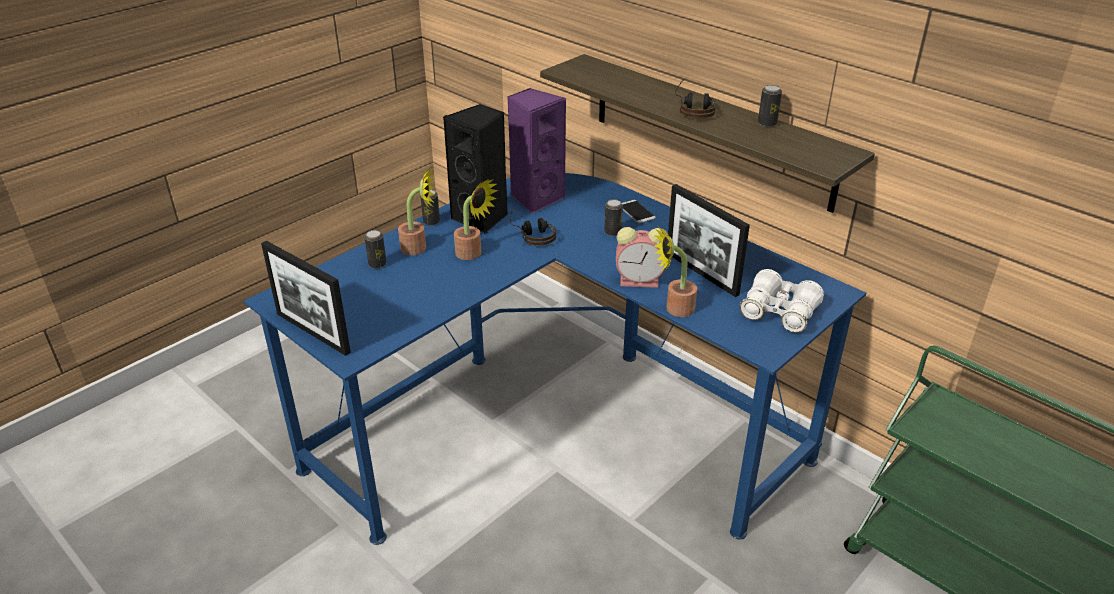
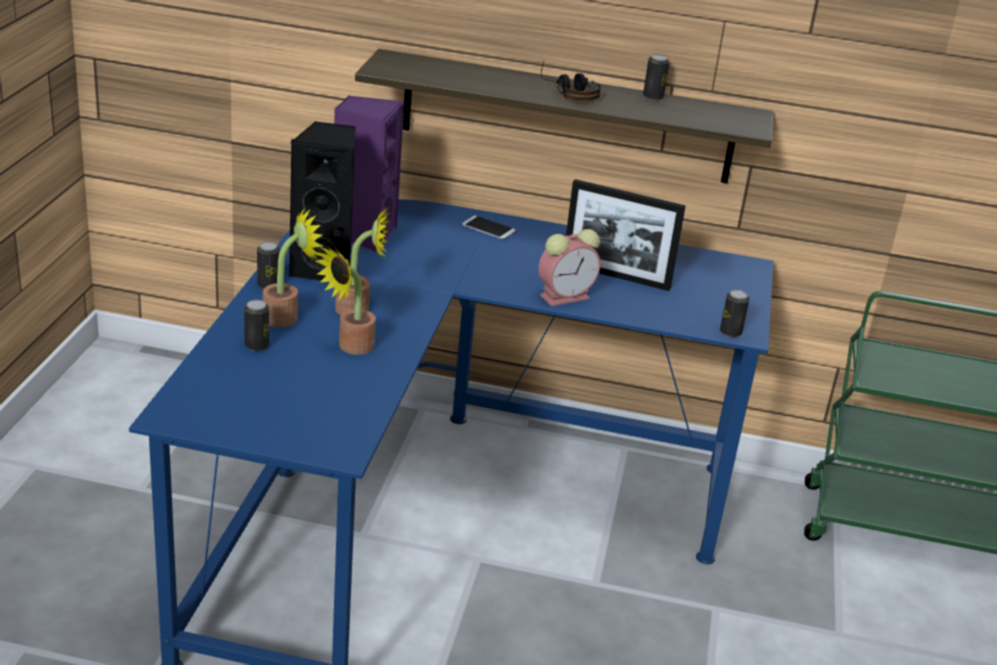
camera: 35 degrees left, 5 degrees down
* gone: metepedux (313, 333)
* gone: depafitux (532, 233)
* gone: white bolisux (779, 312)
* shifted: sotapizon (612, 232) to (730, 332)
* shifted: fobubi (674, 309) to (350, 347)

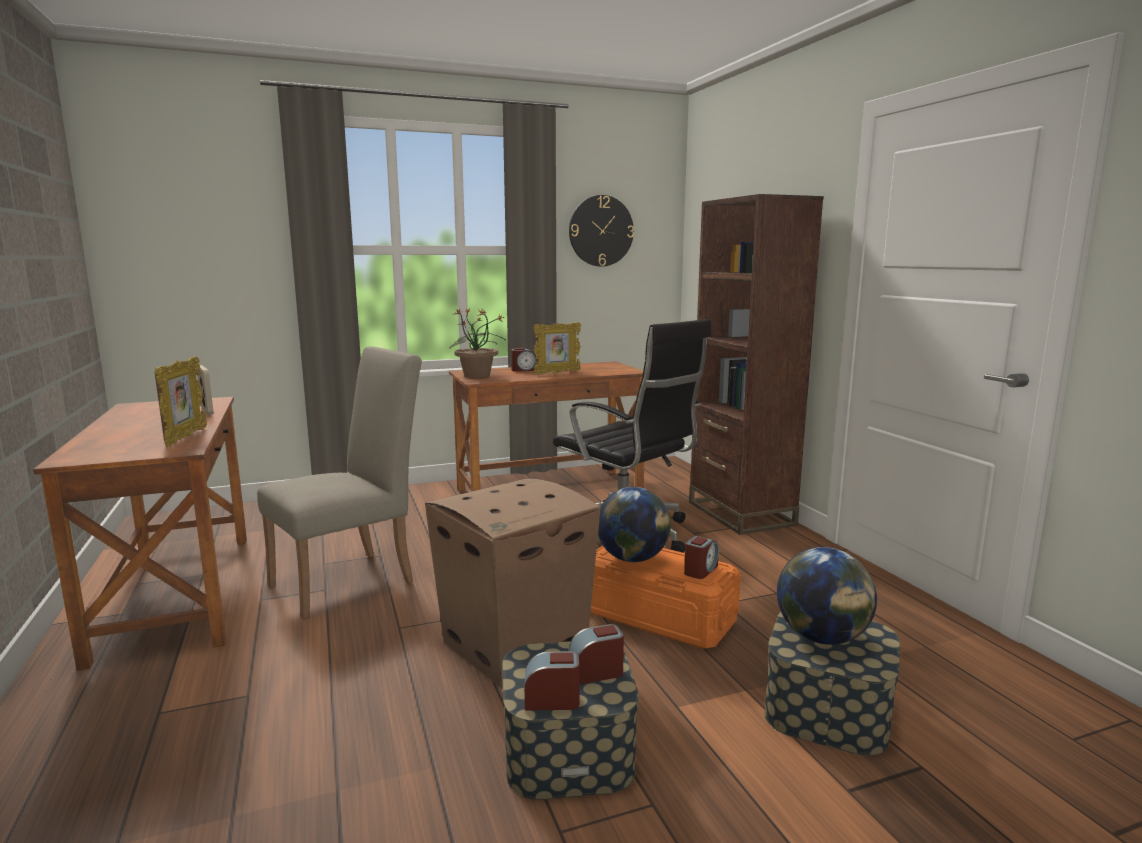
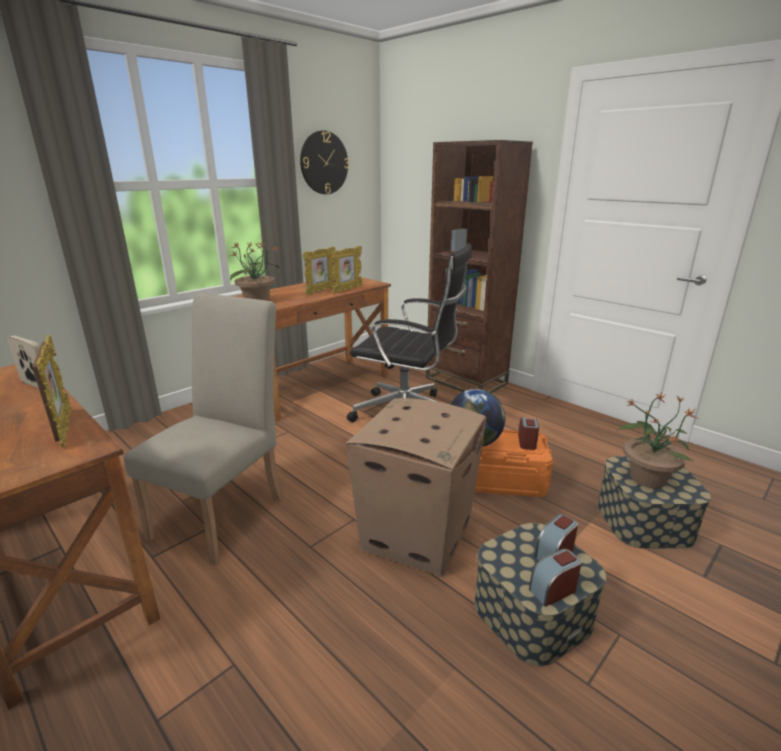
camera: 25 degrees left, 10 degrees up
* gone: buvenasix (523, 370)
* new: metepedux (347, 290)
* swapped: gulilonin (821, 637) to fobubi (647, 477)

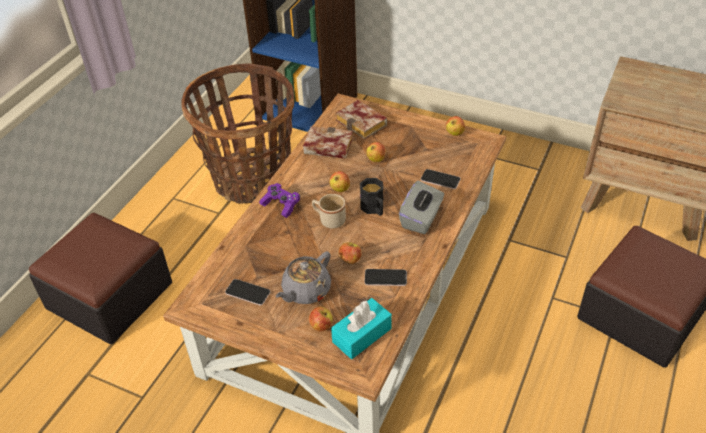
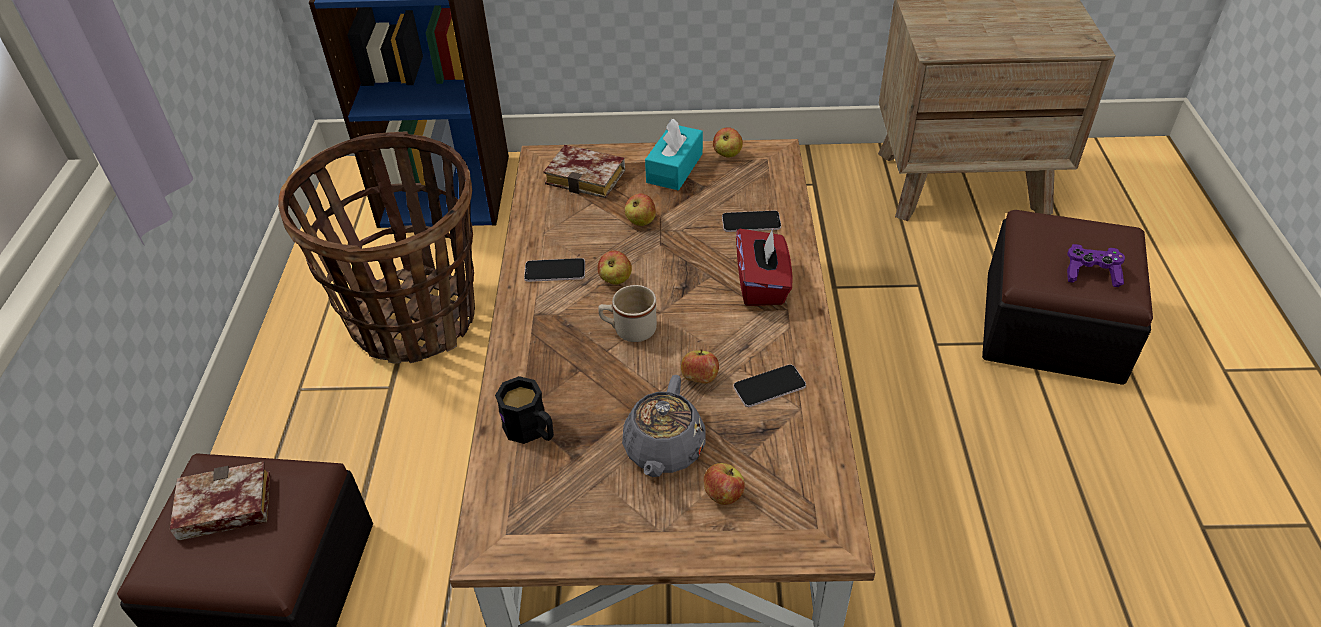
camera: 25 degrees left, 0 degrees up
* shifted: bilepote (247, 292) to (555, 271)
* shifted: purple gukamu (281, 205) to (1091, 273)
* shifted: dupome (326, 147) to (221, 510)
* shifted: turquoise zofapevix (362, 335) to (674, 168)
* shifted: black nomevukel (374, 209) to (531, 431)
* repainted: grey zofapevix (421, 219) to red zofapevix (762, 284)

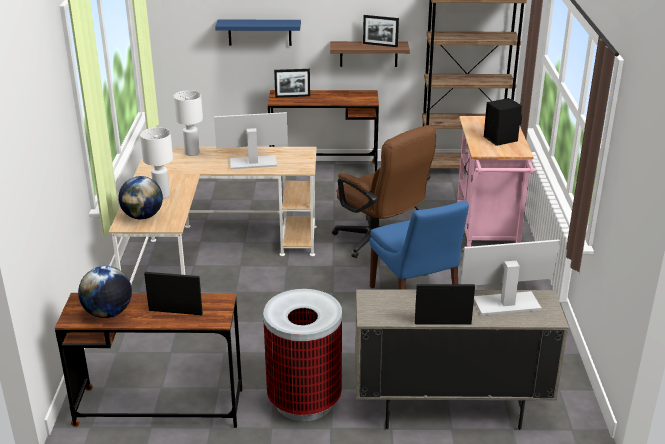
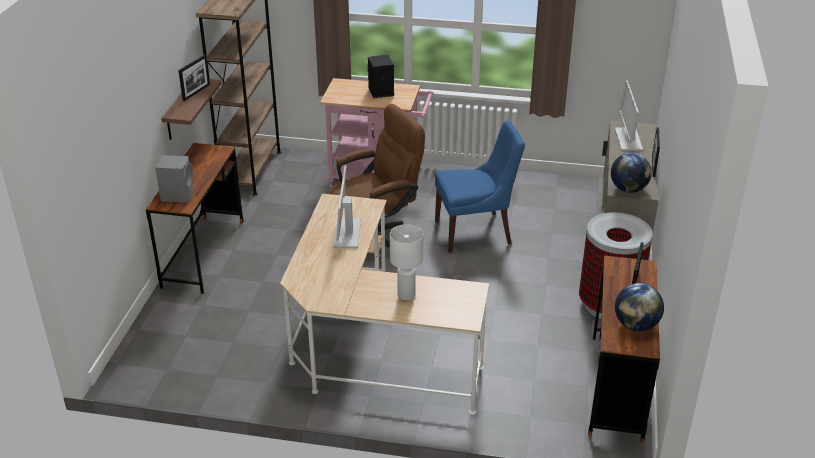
camera: 80 degrees left, 5 degrees up
* gone: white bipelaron (192, 153)
* gone: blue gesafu (259, 32)
* shifted: gulilonin (143, 216) to (628, 189)
* swapped: metepedux (292, 96) to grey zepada (178, 195)

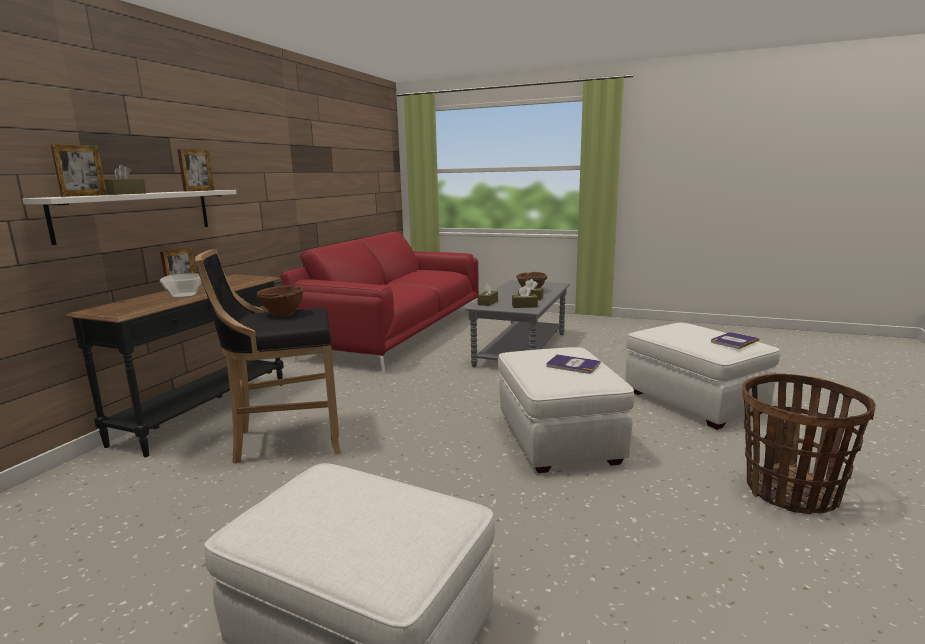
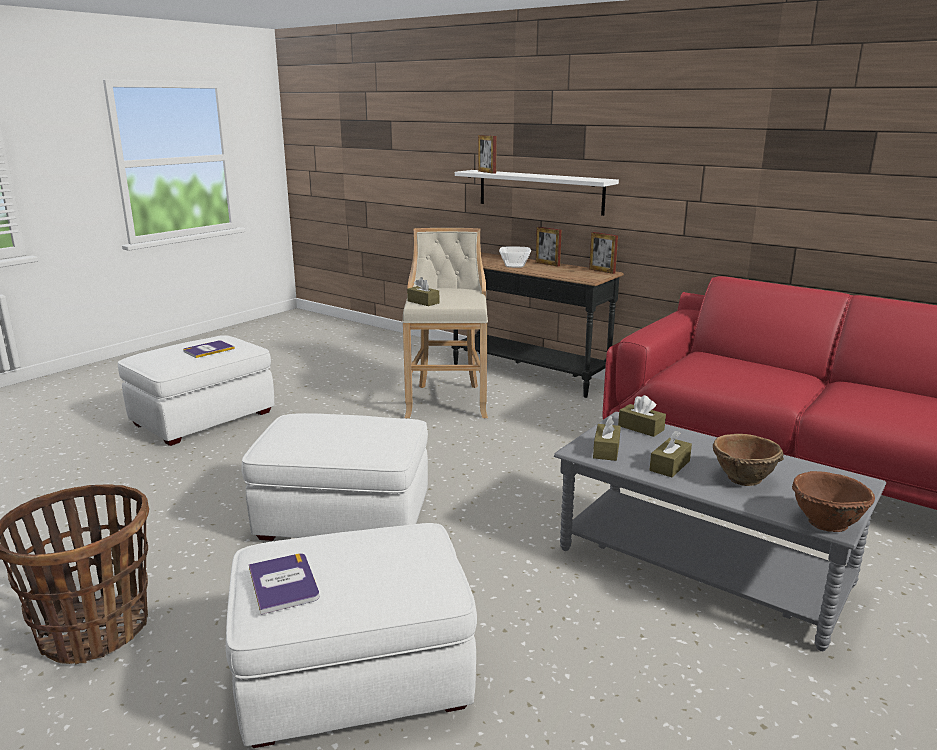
camera: 105 degrees right, 5 degrees up
* shifted: brown zofapevix (125, 194) to (423, 302)
* shifted: metepedux (199, 190) to (602, 271)
* shifted: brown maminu (283, 314) to (825, 523)
* shifted: dupome (573, 365) to (208, 350)
* repainted: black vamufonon (285, 440) to beige vamufonon (447, 400)

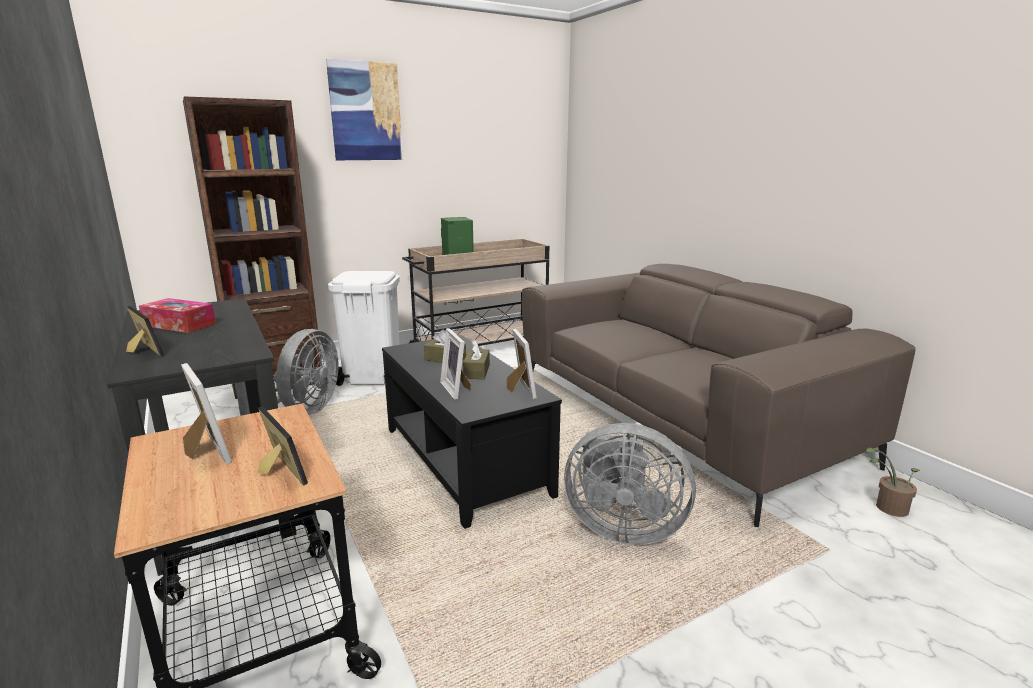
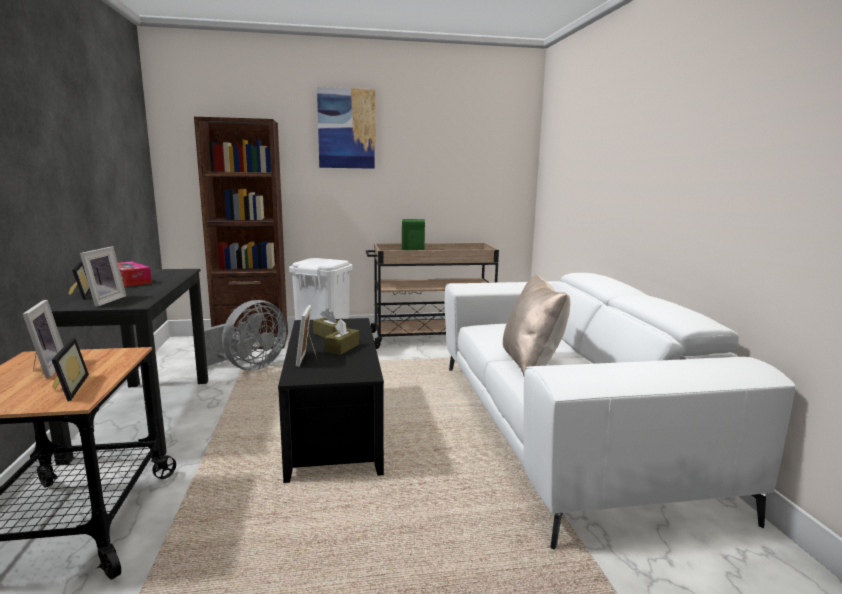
camera: 20 degrees right, 5 degrees down
* gone: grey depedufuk (621, 527)
* gone: fobubi (887, 508)
* new: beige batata (531, 363)
* shifted: metepedux (519, 390) to (103, 301)
* repainted: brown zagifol (675, 417) to white zagifol (561, 427)

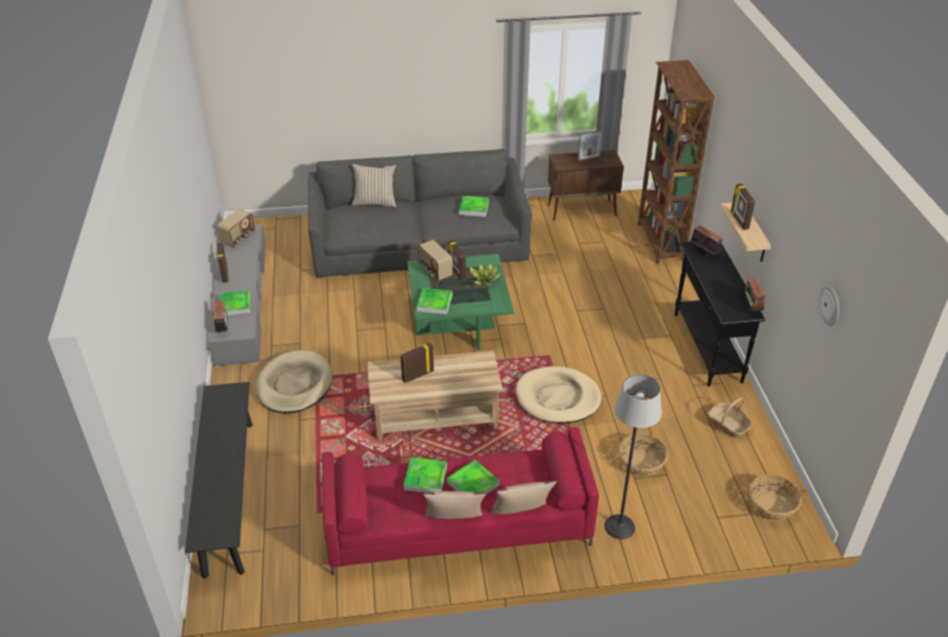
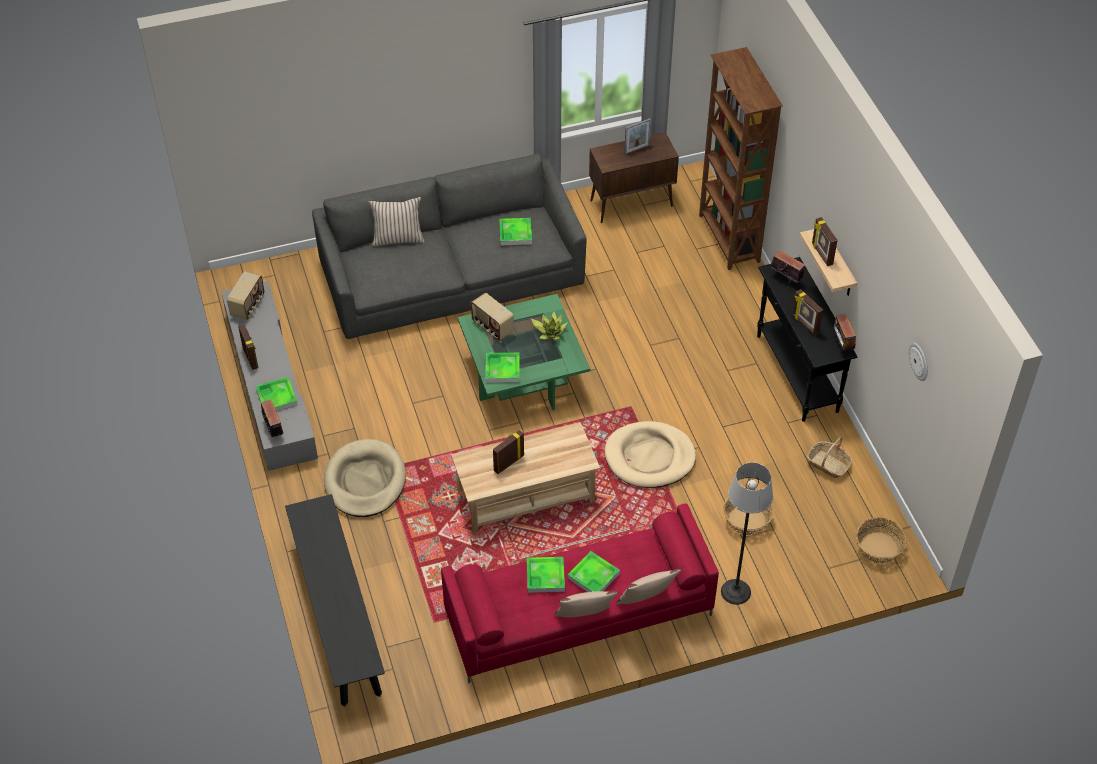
camera: 10 degrees left, 10 degrees up
* shifted: metepedux (456, 272) to (805, 324)

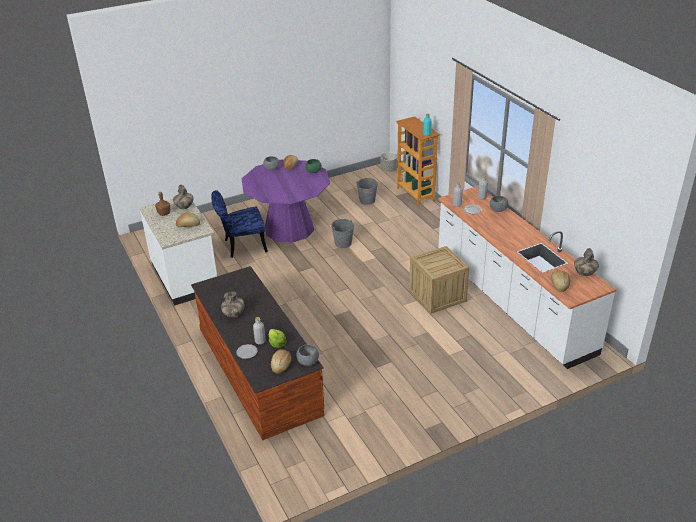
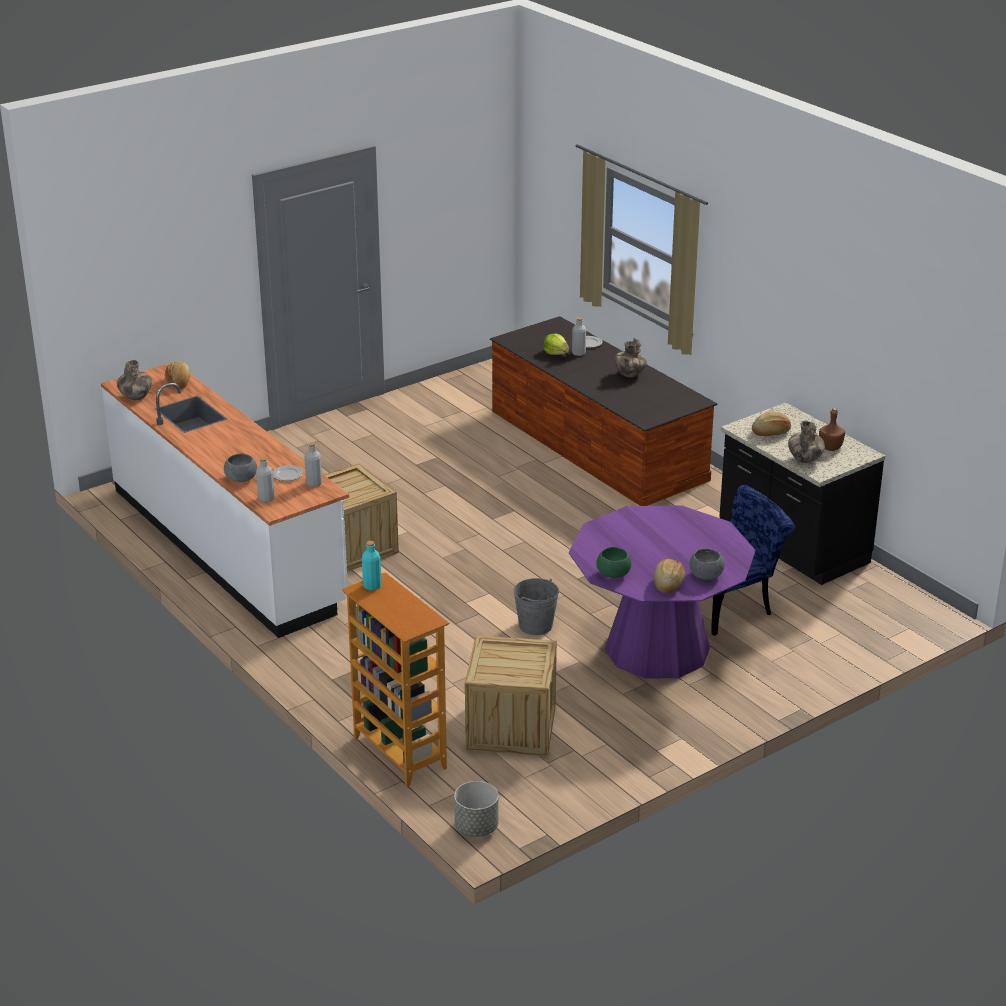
camera: 170 degrees right, 5 degrees down
* gone: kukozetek (281, 365)
* gone: grey maminu (308, 361)
* swapped: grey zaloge (367, 200) to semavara (511, 728)
* repainted: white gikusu (186, 277) to black gikusu (792, 547)

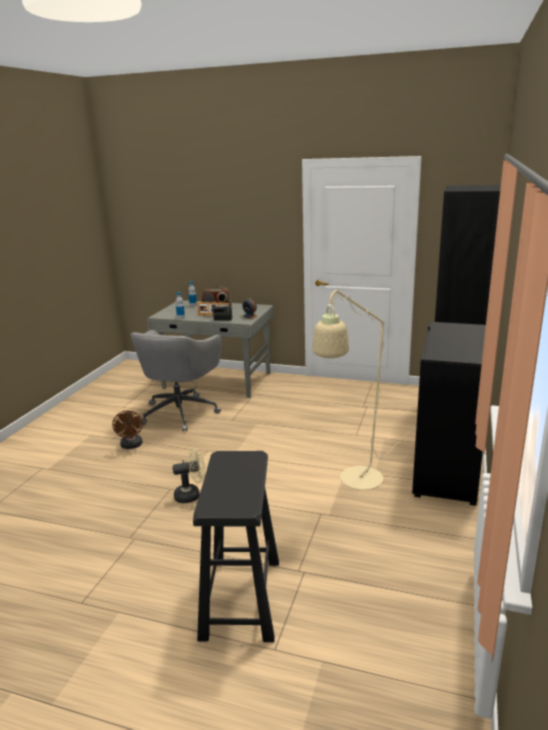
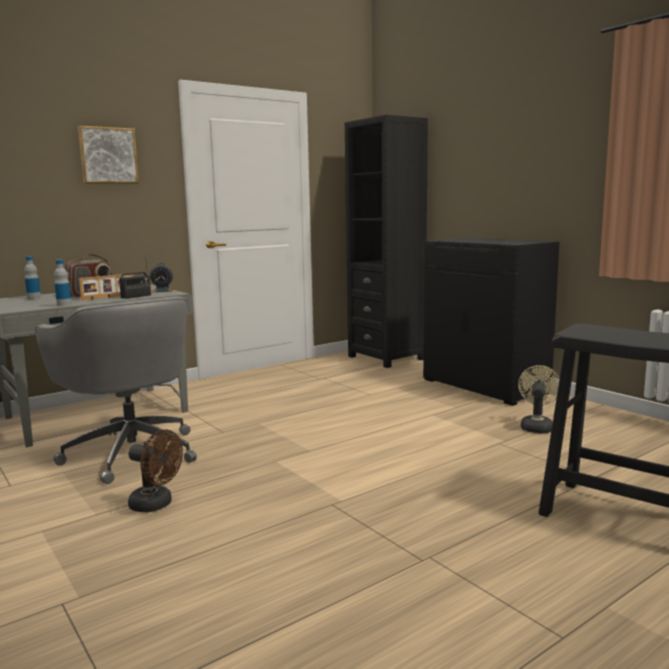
camera: 55 degrees left, 10 degrees down
* gone: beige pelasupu (356, 483)
* new: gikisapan (108, 155)
* shifted: beige depedufuk (191, 495) to (537, 426)

